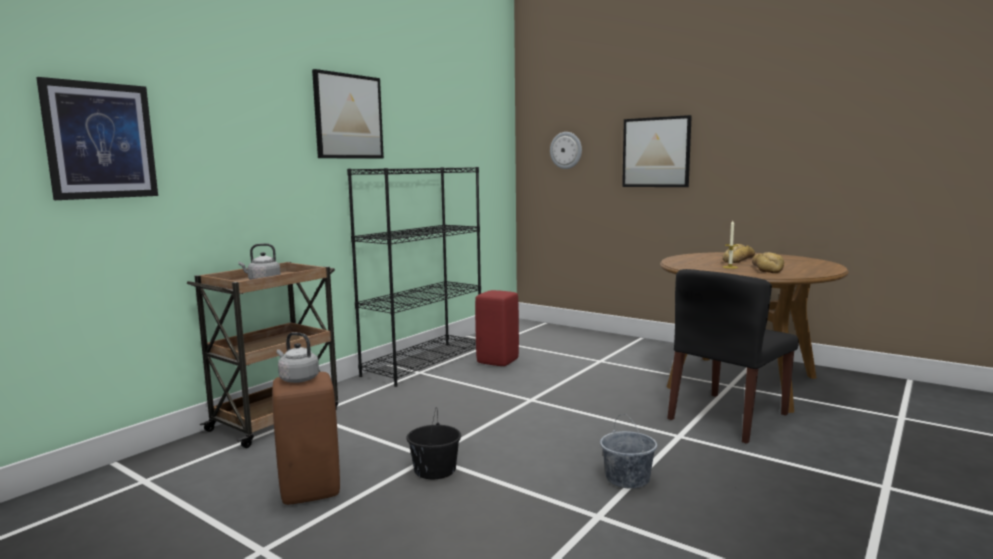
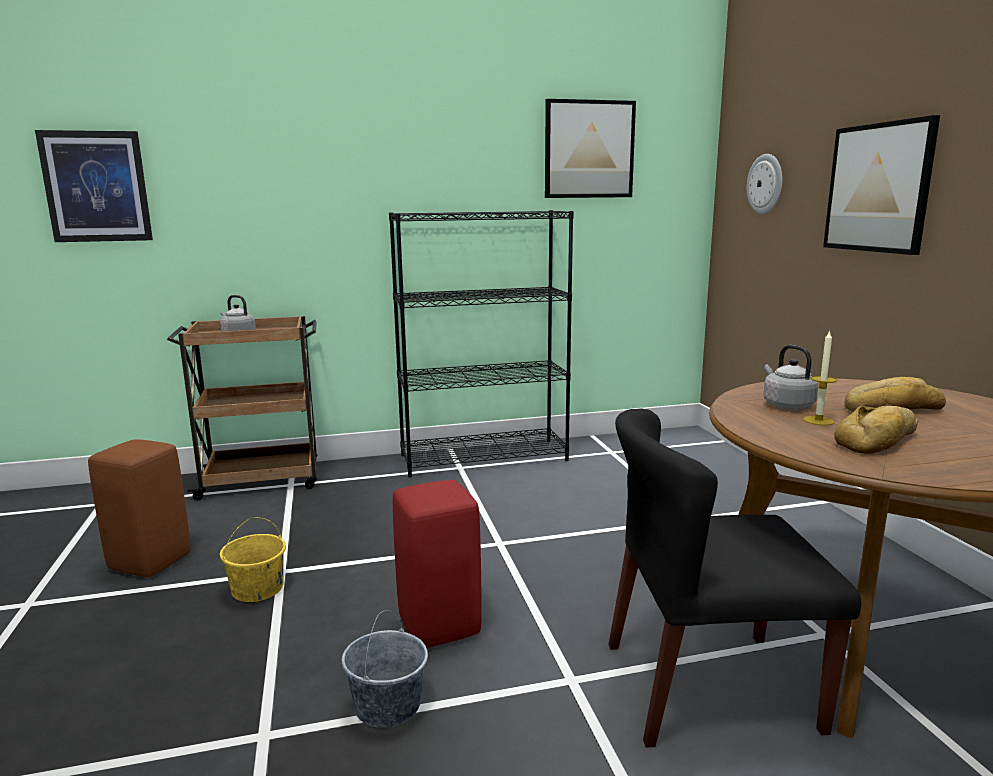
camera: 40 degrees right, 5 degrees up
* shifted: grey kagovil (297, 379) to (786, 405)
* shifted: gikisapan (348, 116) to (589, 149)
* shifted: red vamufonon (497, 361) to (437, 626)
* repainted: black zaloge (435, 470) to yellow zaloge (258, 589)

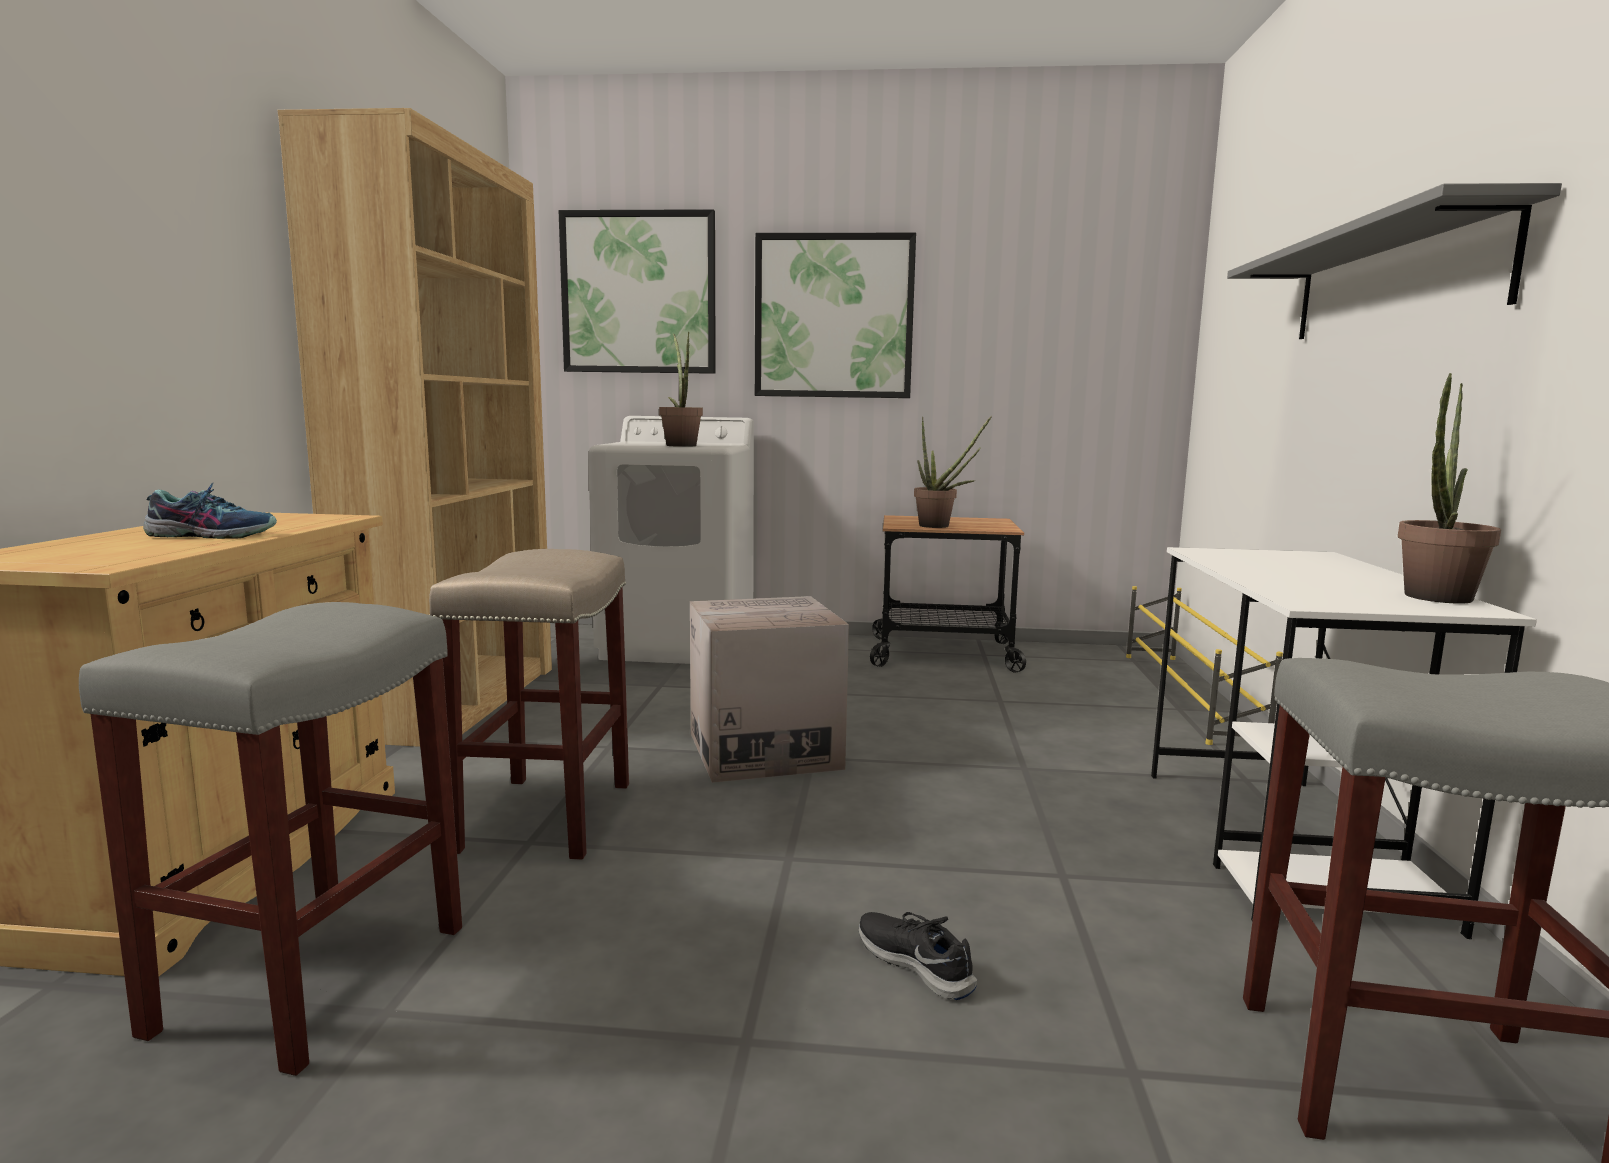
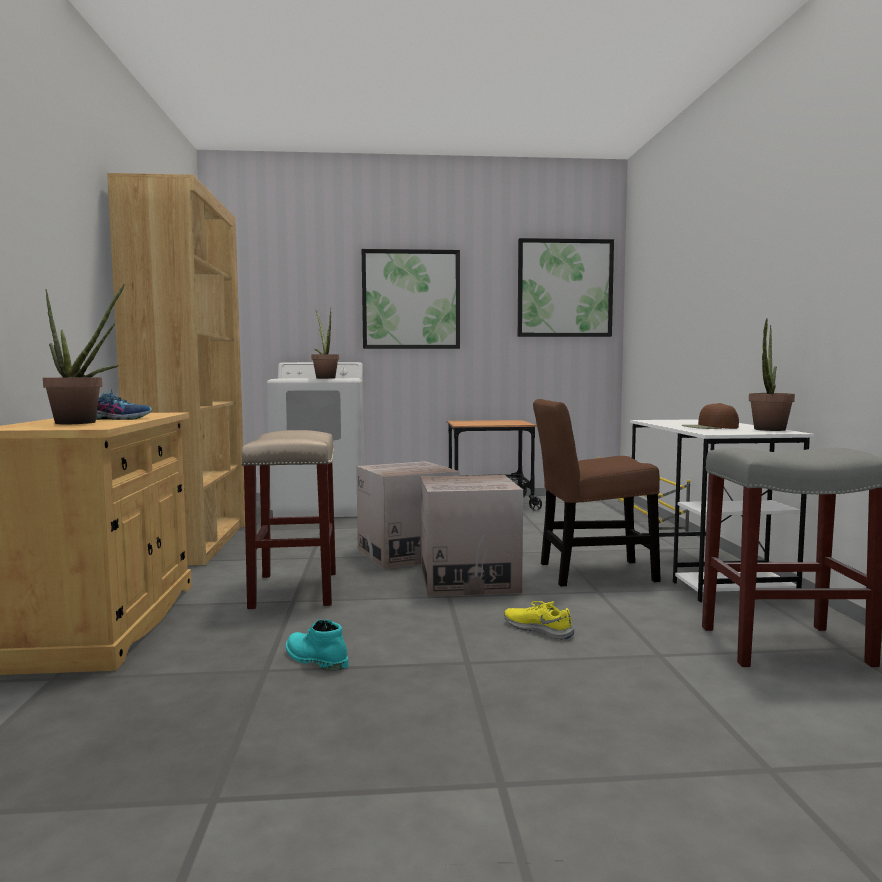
camera: 10 degrees left, 5 degrees down
* gone: grey vamufonon (315, 975)
* gone: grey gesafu (1392, 281)
* new: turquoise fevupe (315, 659)
* new: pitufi (468, 580)
* new: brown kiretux (591, 573)
* new: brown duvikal (709, 427)
* shifted: gikisapan (639, 293) to (564, 288)
* shifted: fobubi (940, 526) to (83, 423)
* repainted: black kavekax (916, 963) to yellow kavekax (538, 629)

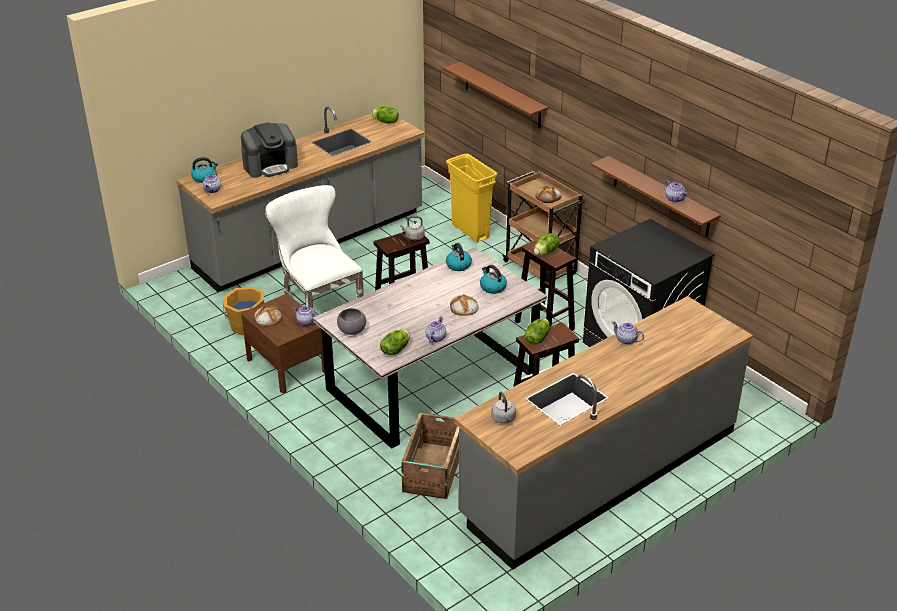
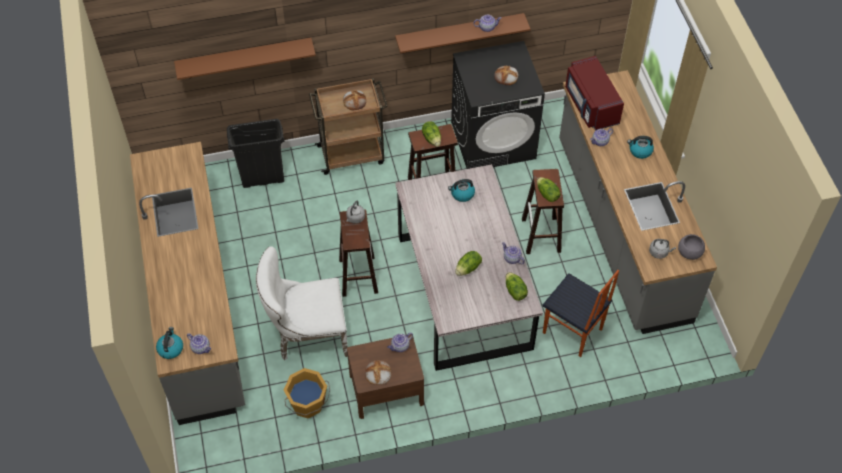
camera: 65 degrees left, 20 degrees up
* gone: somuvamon (270, 166)
* new: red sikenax (590, 105)
* shifted: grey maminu (351, 330) to (689, 253)
* shifted: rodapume (386, 122) to (468, 268)
* shifted: kagovil (458, 265) to (640, 151)
* shifted: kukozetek (463, 308) to (506, 77)
* swapped: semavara (432, 471) to kiretux (572, 332)
* repainted: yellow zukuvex (471, 231) to black zukuvex (263, 179)

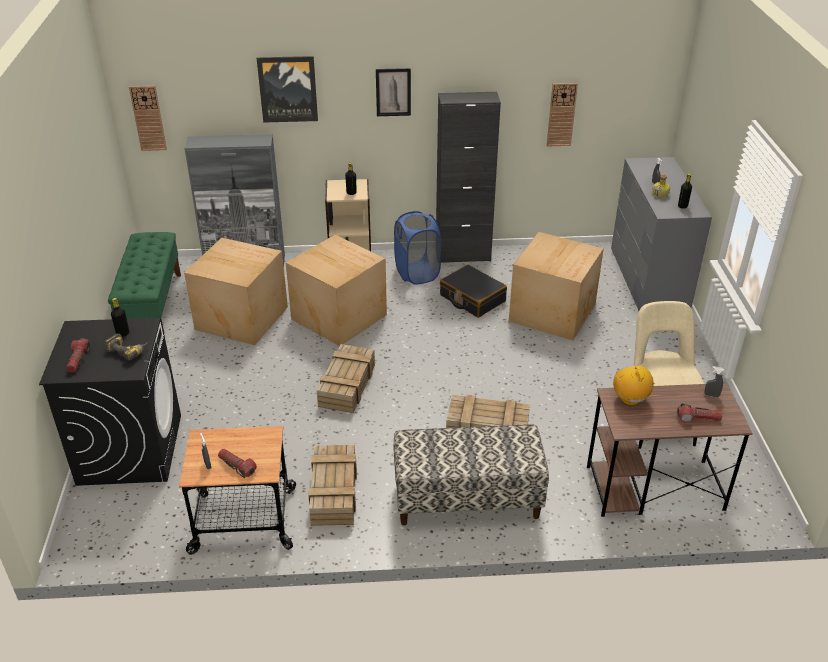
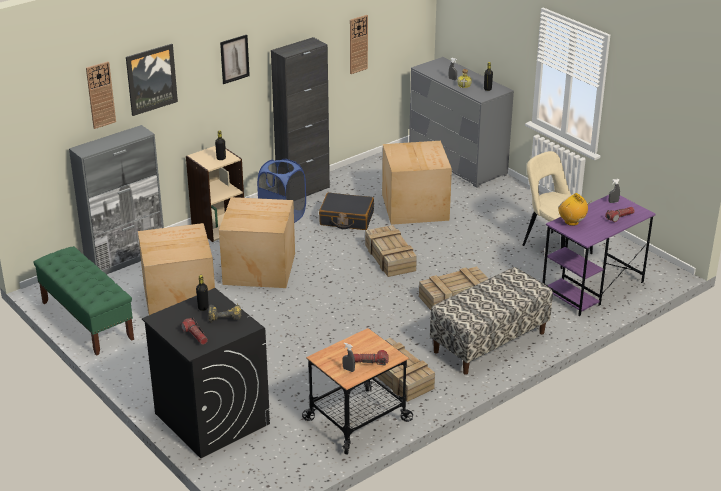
camera: 35 degrees left, 5 degrees down
* shifted: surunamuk (148, 118) to (100, 95)
* shifted: semavara (347, 384) to (389, 257)
* repainted: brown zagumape (653, 488) to purple zagumape (592, 287)

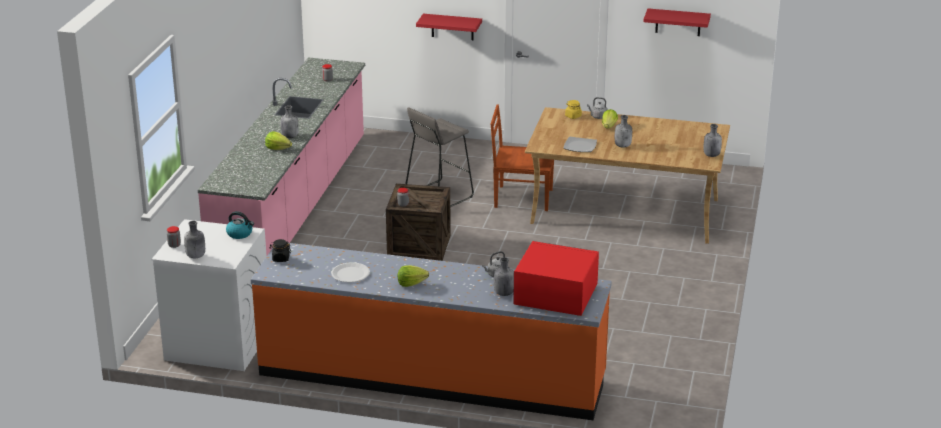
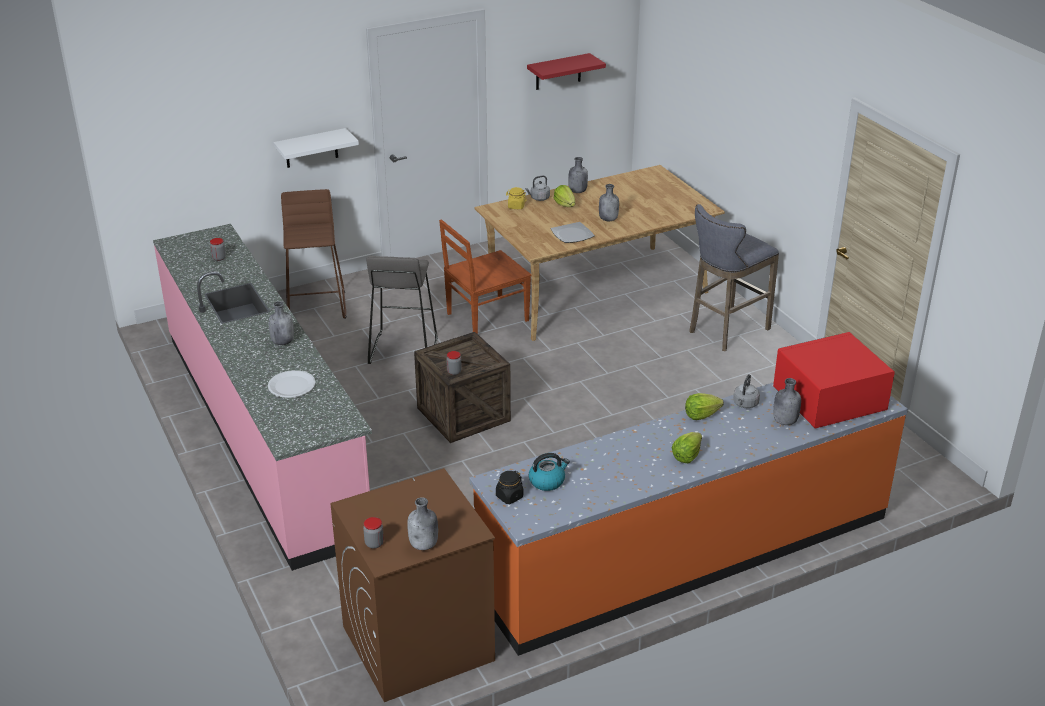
camera: 40 degrees left, 5 degrees up
* new: brown vamufonon (316, 306)
* new: grey vamufonon (726, 331)
* shifted: kagovil (240, 234) to (547, 481)
* shifted: rodapume (278, 148) to (701, 415)
* shifted: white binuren (350, 274) to (292, 385)
* shifted: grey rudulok (711, 155) to (577, 191)
* repainted: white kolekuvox (217, 344) to brown kolekuvox (417, 644)
* repainted: red gesafu (452, 27) to white gesafu (311, 148)

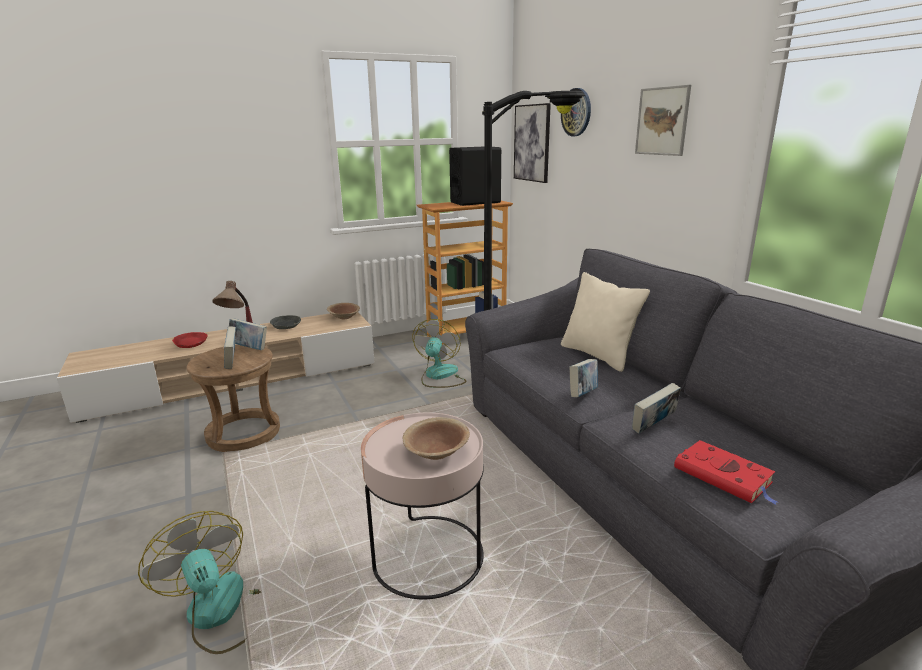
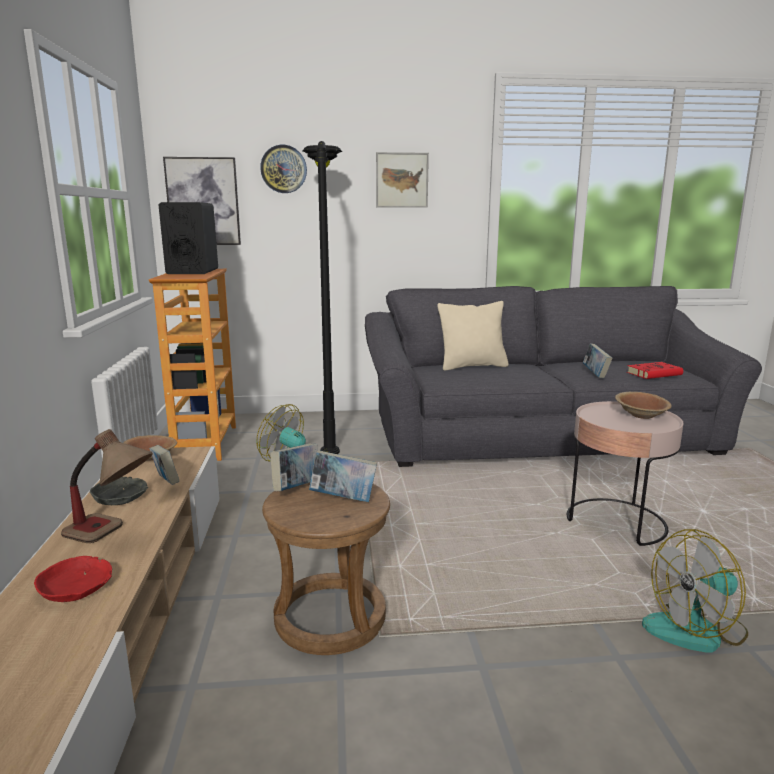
camera: 70 degrees left, 5 degrees down
* shifted: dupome (582, 394) to (166, 482)

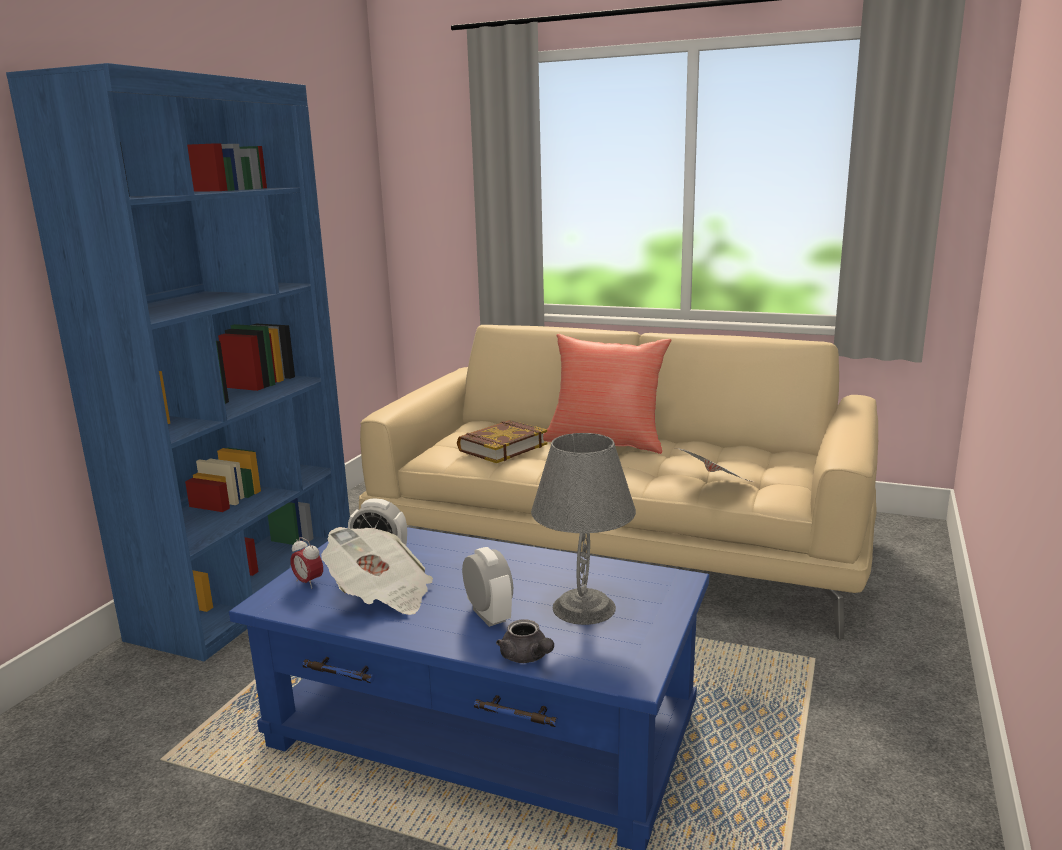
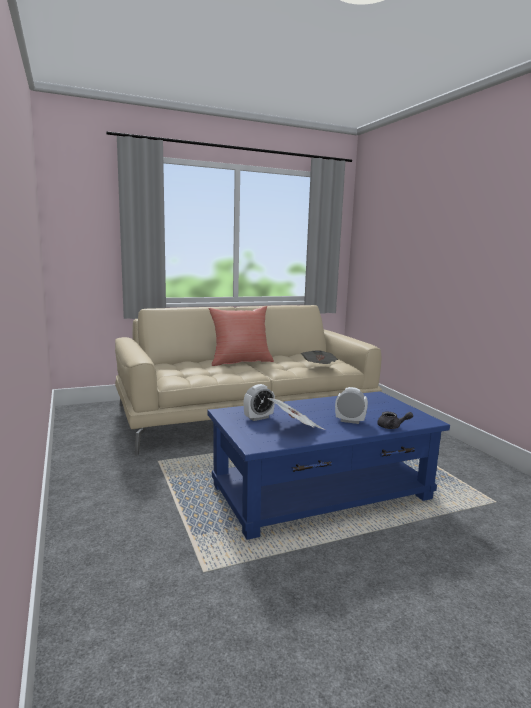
camera: 45 degrees left, 5 degrees down
* gone: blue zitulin (249, 591)
* gone: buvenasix (308, 582)
* gone: dupome (502, 447)
* gone: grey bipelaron (584, 608)

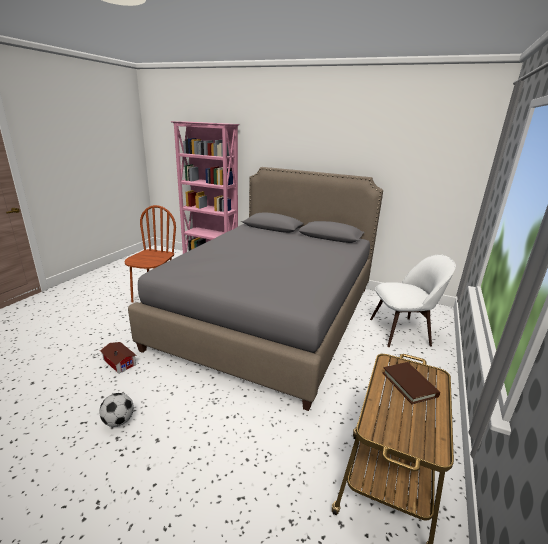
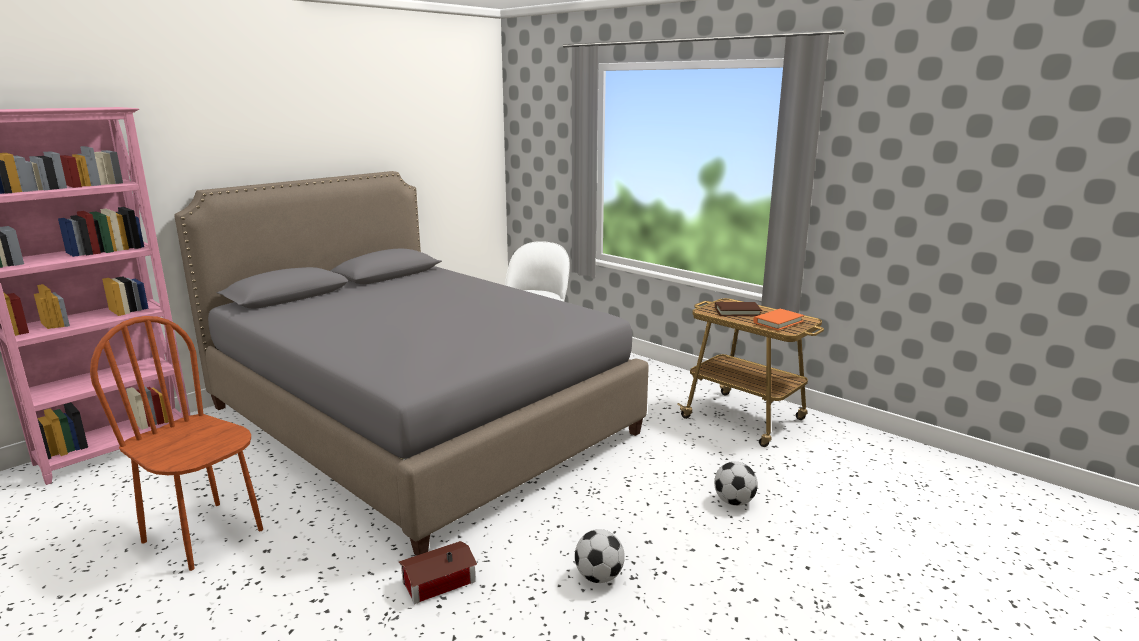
camera: 70 degrees left, 5 degrees down
* new: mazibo (734, 502)
* new: orange dupome (778, 322)

